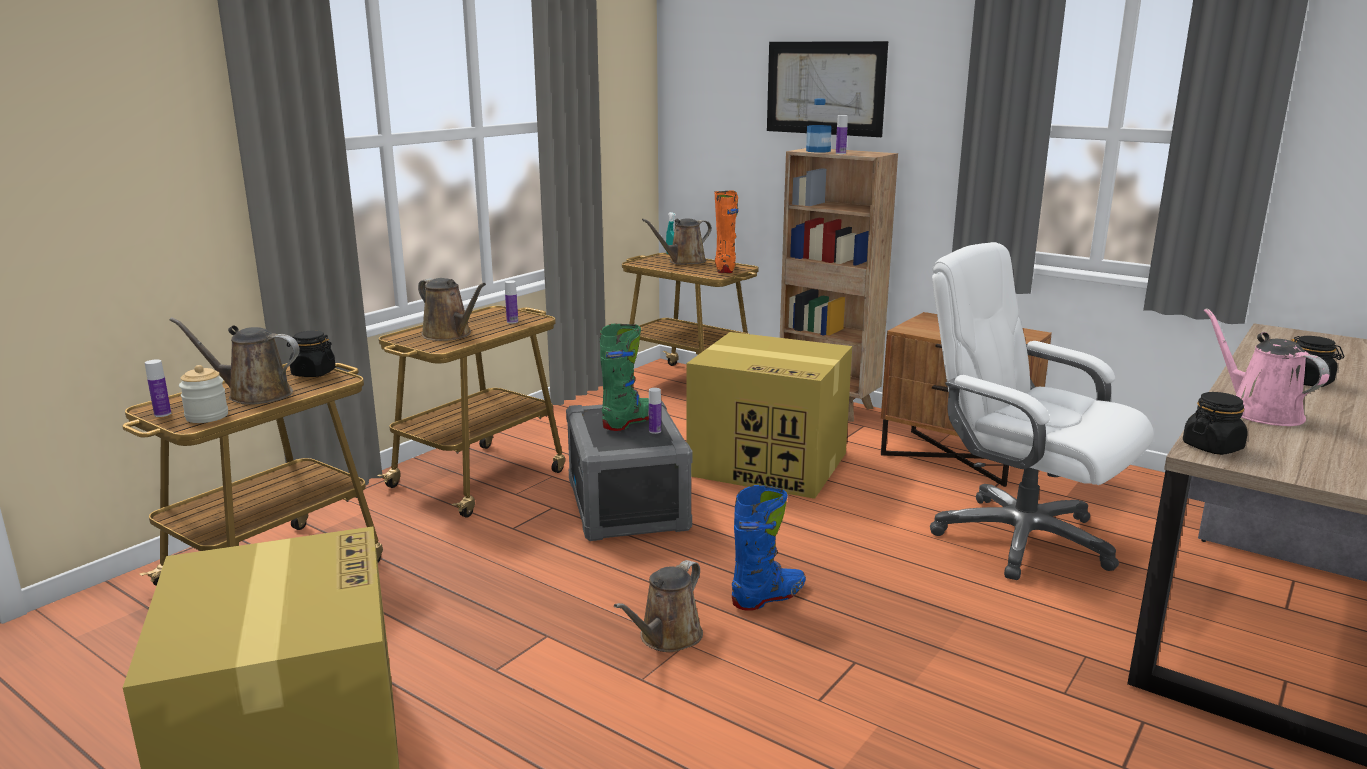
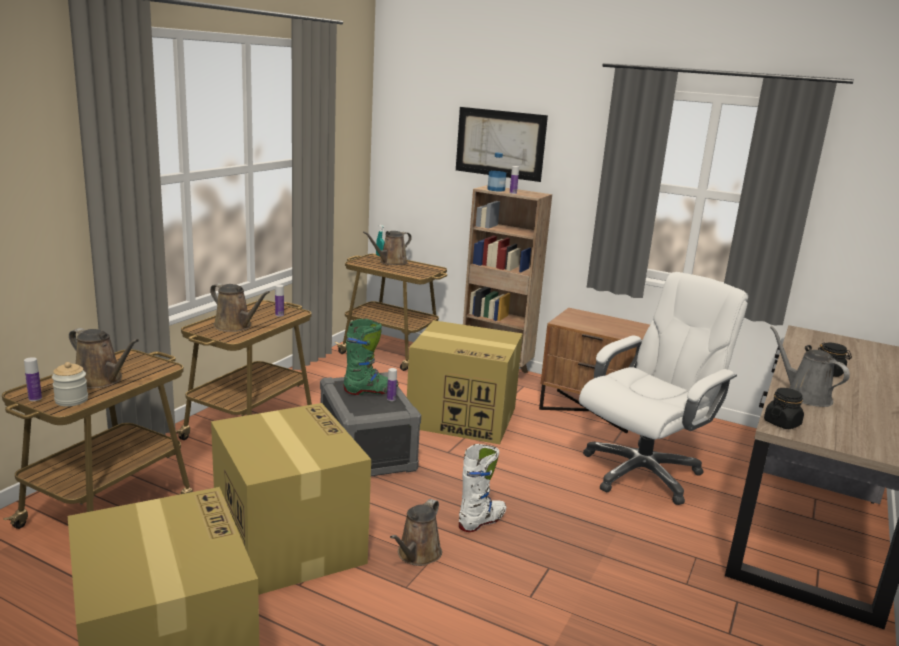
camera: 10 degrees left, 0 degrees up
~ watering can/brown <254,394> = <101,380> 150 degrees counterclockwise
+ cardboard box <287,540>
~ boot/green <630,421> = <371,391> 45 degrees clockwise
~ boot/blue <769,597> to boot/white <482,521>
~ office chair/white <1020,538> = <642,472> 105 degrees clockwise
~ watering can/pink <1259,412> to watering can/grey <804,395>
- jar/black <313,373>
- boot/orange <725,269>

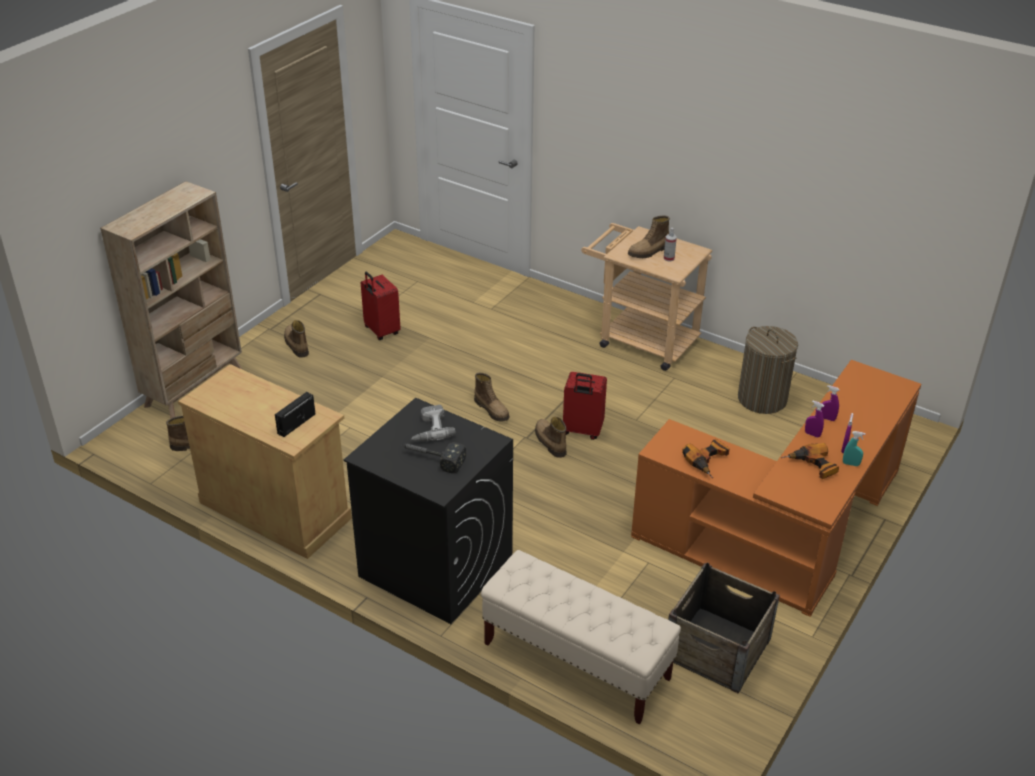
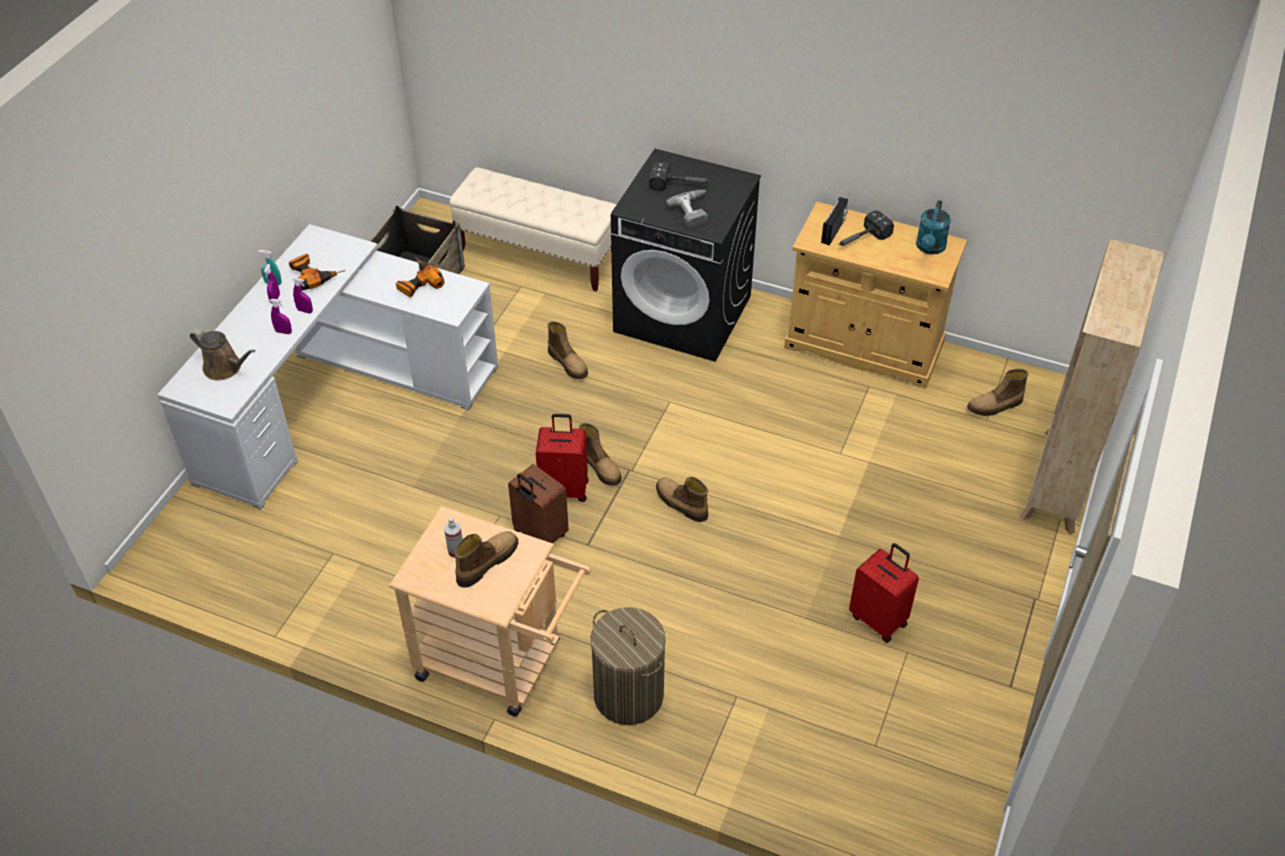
camera: 170 degrees right, 10 degrees up
~ desk/orange <784,530> to desk/white <338,395>
+ watering can/brown <225,368>
+ suitcase/brown <539,534>
~ boot <296,345> to <568,363>
~ laundry basket <762,399> to <628,695>
+ hammer <860,240>
+ watering can/turquoise <930,248>

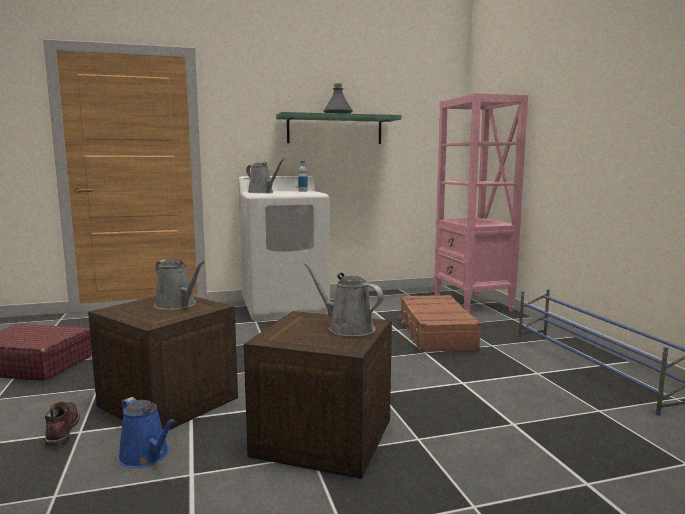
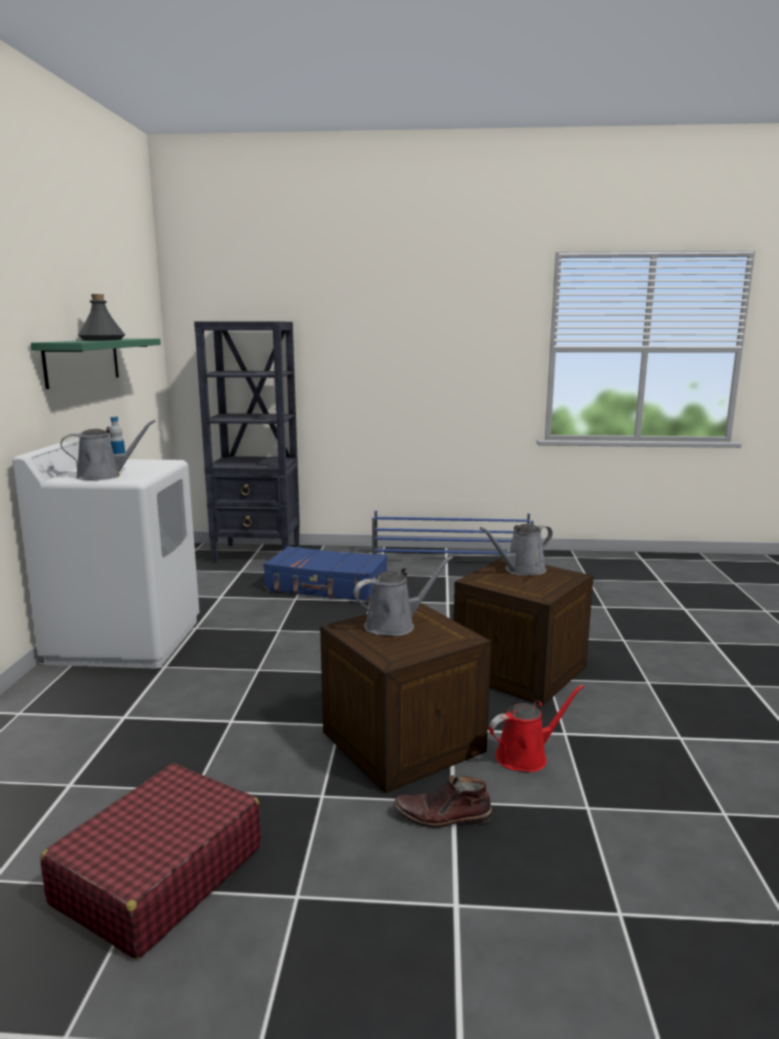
camera: 70 degrees left, 5 degrees up
~ bookcase/pink <472,304> to bookcase/black <258,554>
~ suitcase/brown <435,334> to suitcase/blue <327,586>
~ watering can/blue <146,456> to watering can/red <526,756>

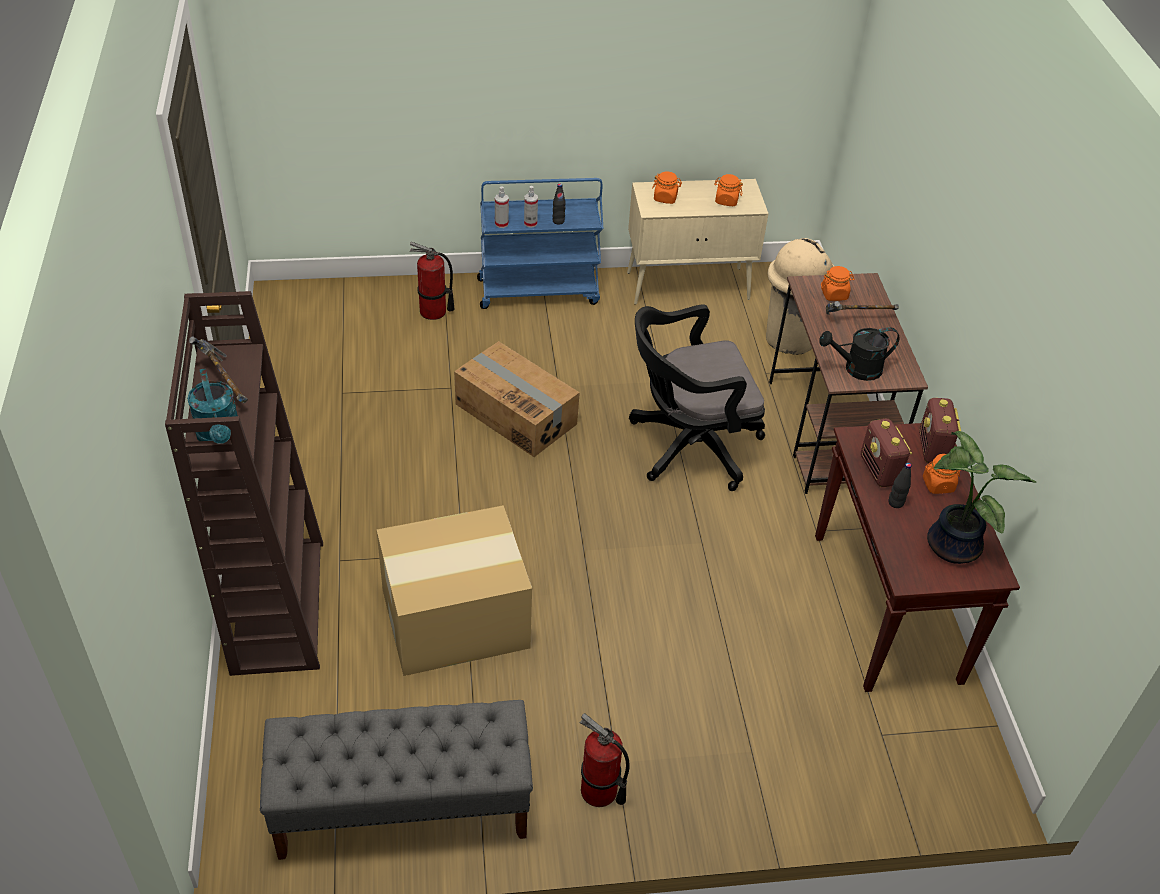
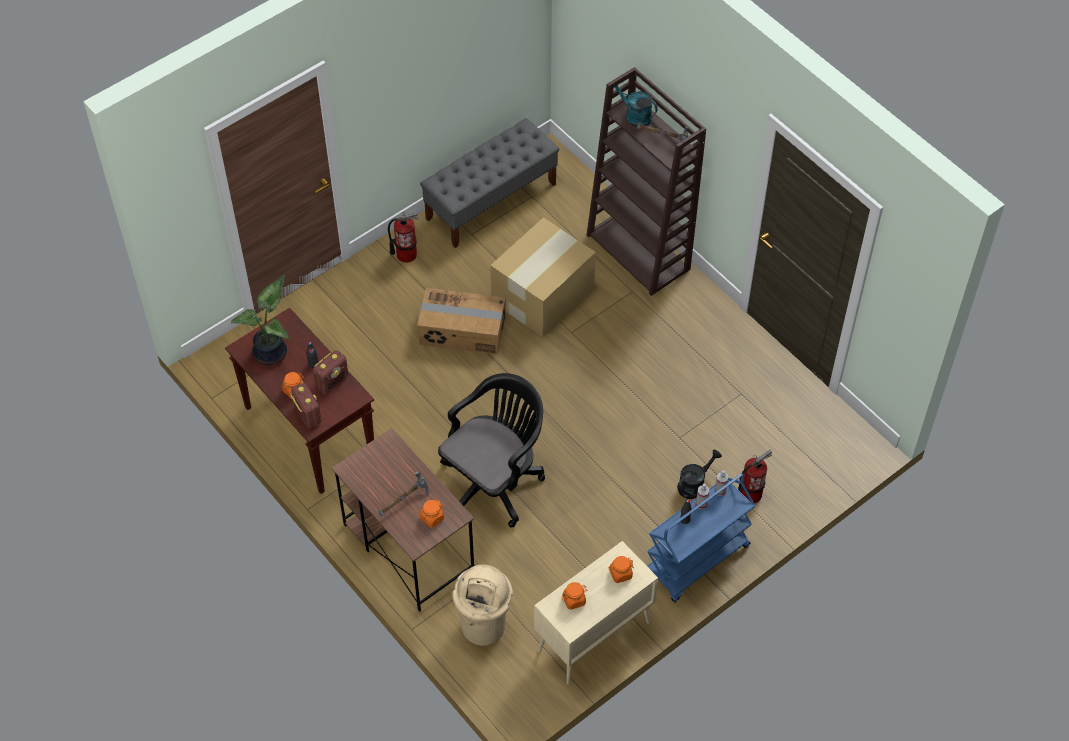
camera: 150 degrees right, 10 degrees up
~ radio <879,471> = <332,381> 90 degrees clockwise
~ cardboard box <516,413> to <462,331>
~ watering can/black <856,369> to <694,484>

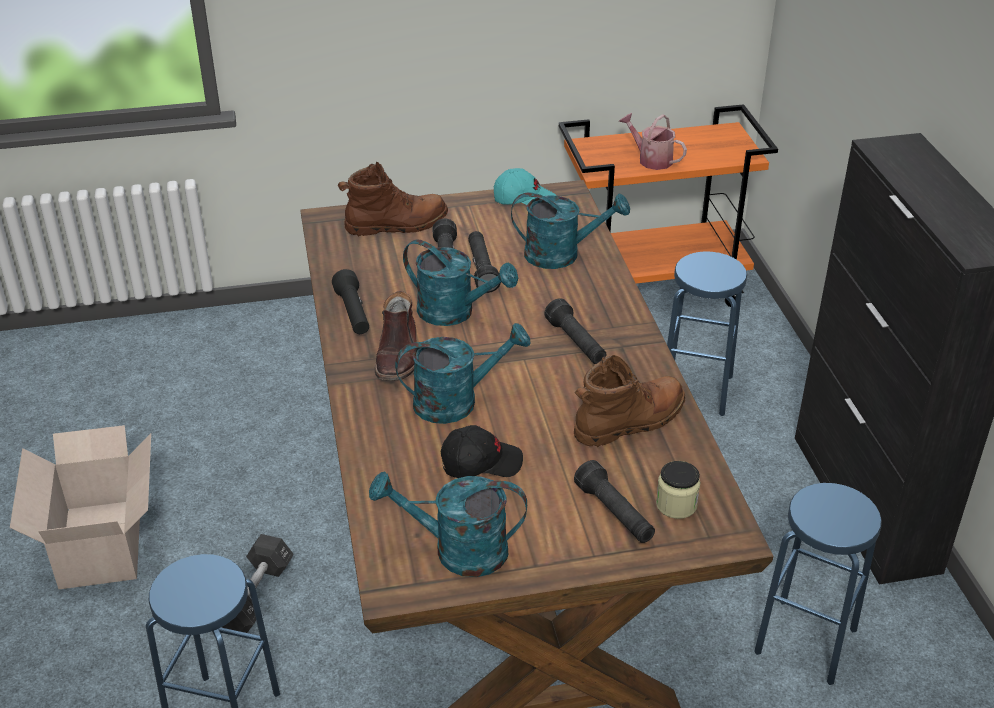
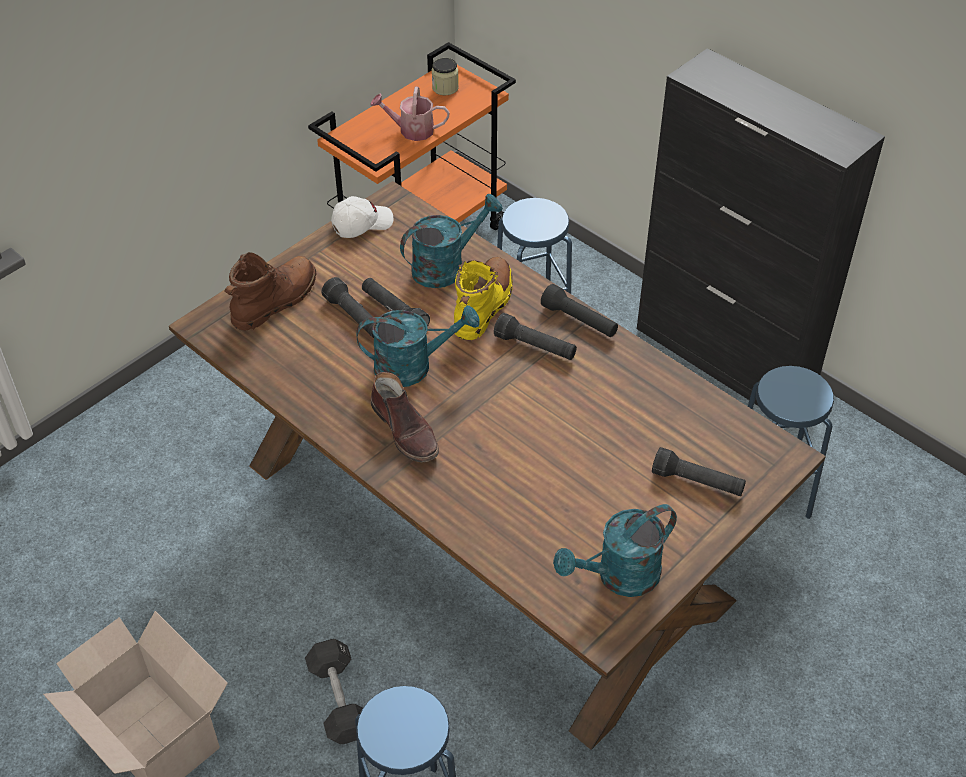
camera: 35 degrees left, 10 degrees up
~ cap/turquoise <524,199> to cap/white <362,224>
~ jar <676,505> to <445,88>
+ boot/yellow <483,306>
~ flashlight/black <353,313> to <579,321>
- watering can/turquoise <457,401>
- cap/black <480,463>
- boot/brown <630,421>

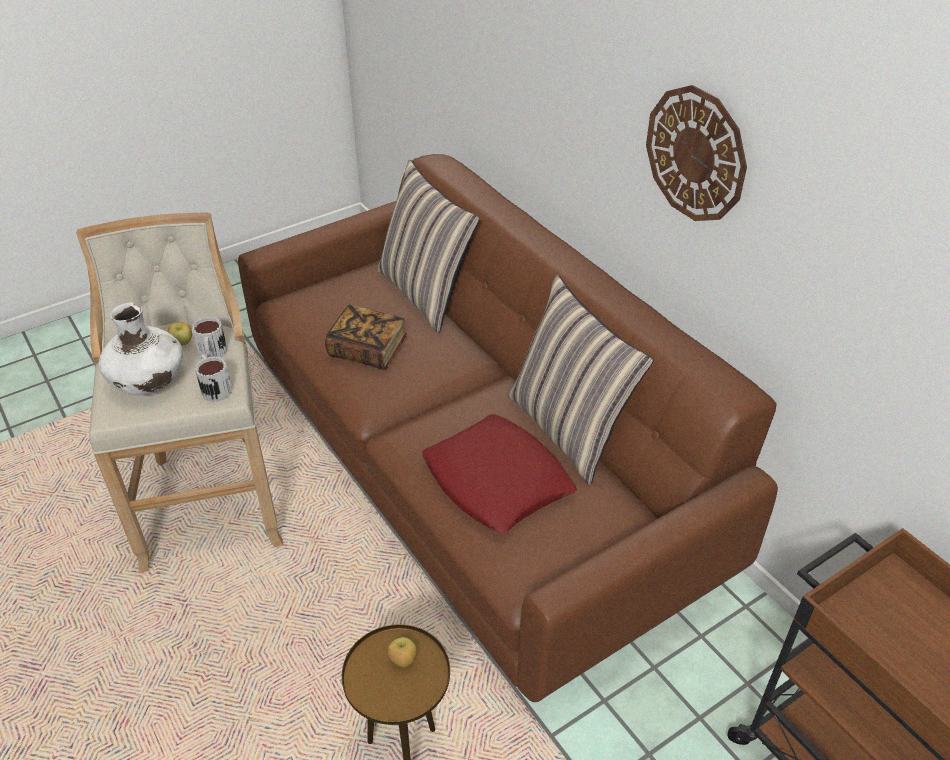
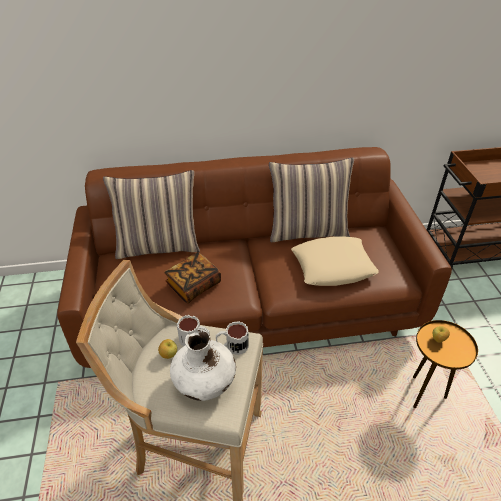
camera: 65 degrees left, 0 degrees up
~ pillow/red <497,481> to pillow/beige <333,266>
- wall clock <695,154>

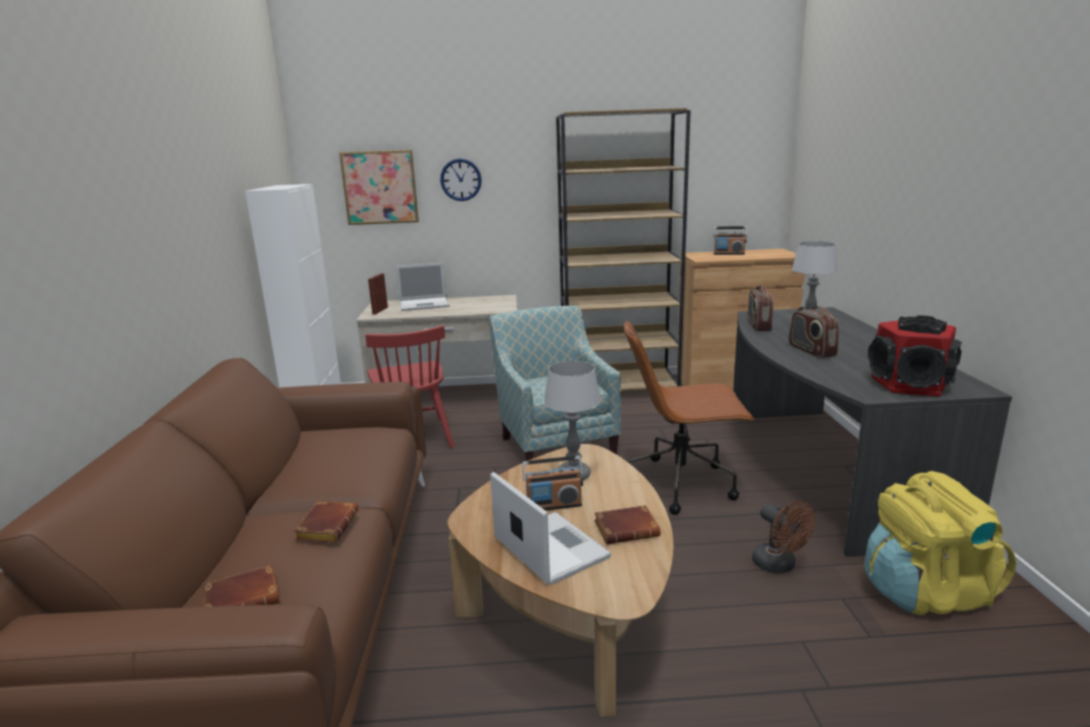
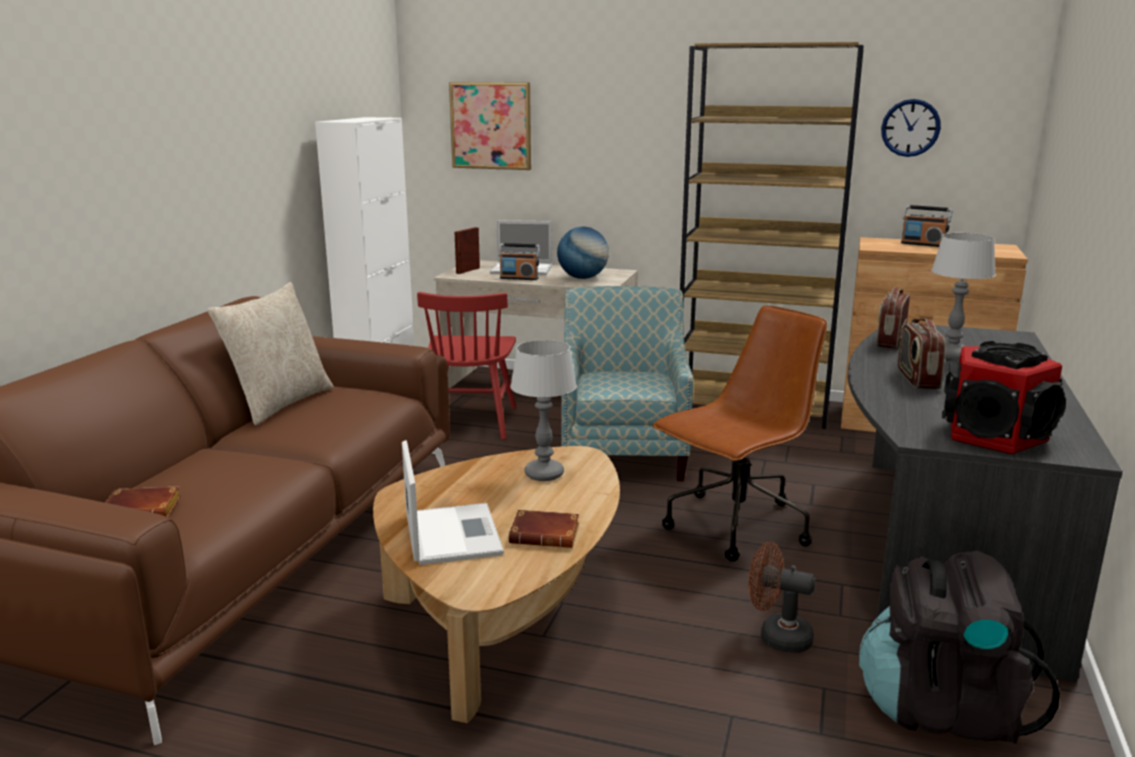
camera: 20 degrees right, 0 degrees up
+ pillow/beige <280,403>
~ radio <554,505> to <519,278>
+ globe <582,278>
~ office chair/brown <681,484> = <735,527> 120 degrees clockwise
~ fan/brown <779,566> = <776,637> 120 degrees clockwise
~ backpack/yellow <925,592> to backpack/black <942,709>
~ wall clock <461,180> to <910,128>
- book/brown <326,526>

